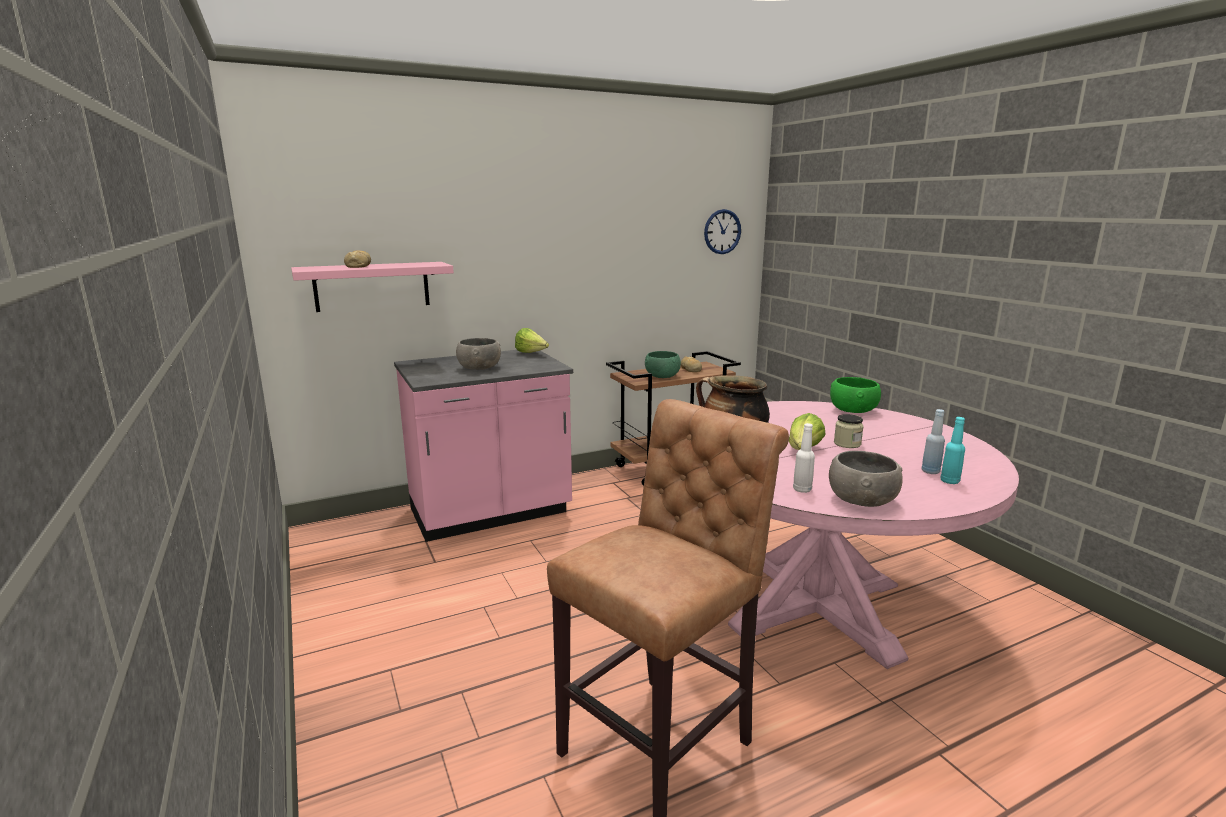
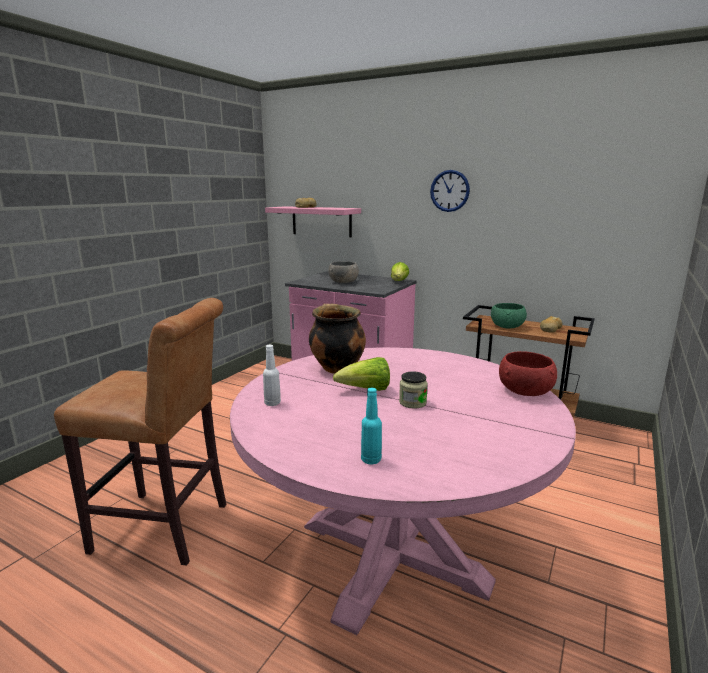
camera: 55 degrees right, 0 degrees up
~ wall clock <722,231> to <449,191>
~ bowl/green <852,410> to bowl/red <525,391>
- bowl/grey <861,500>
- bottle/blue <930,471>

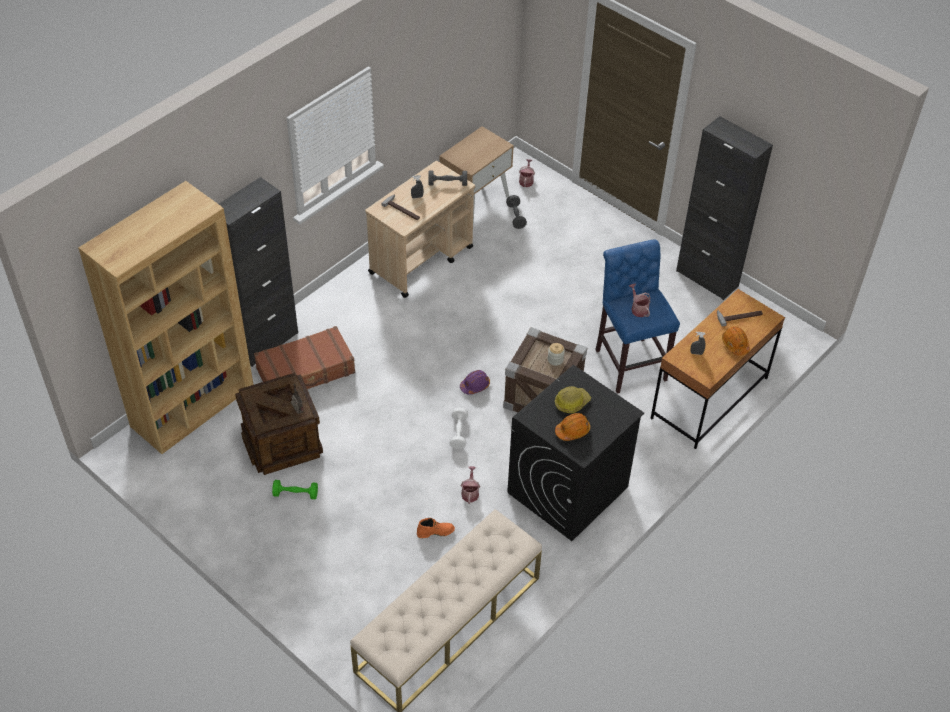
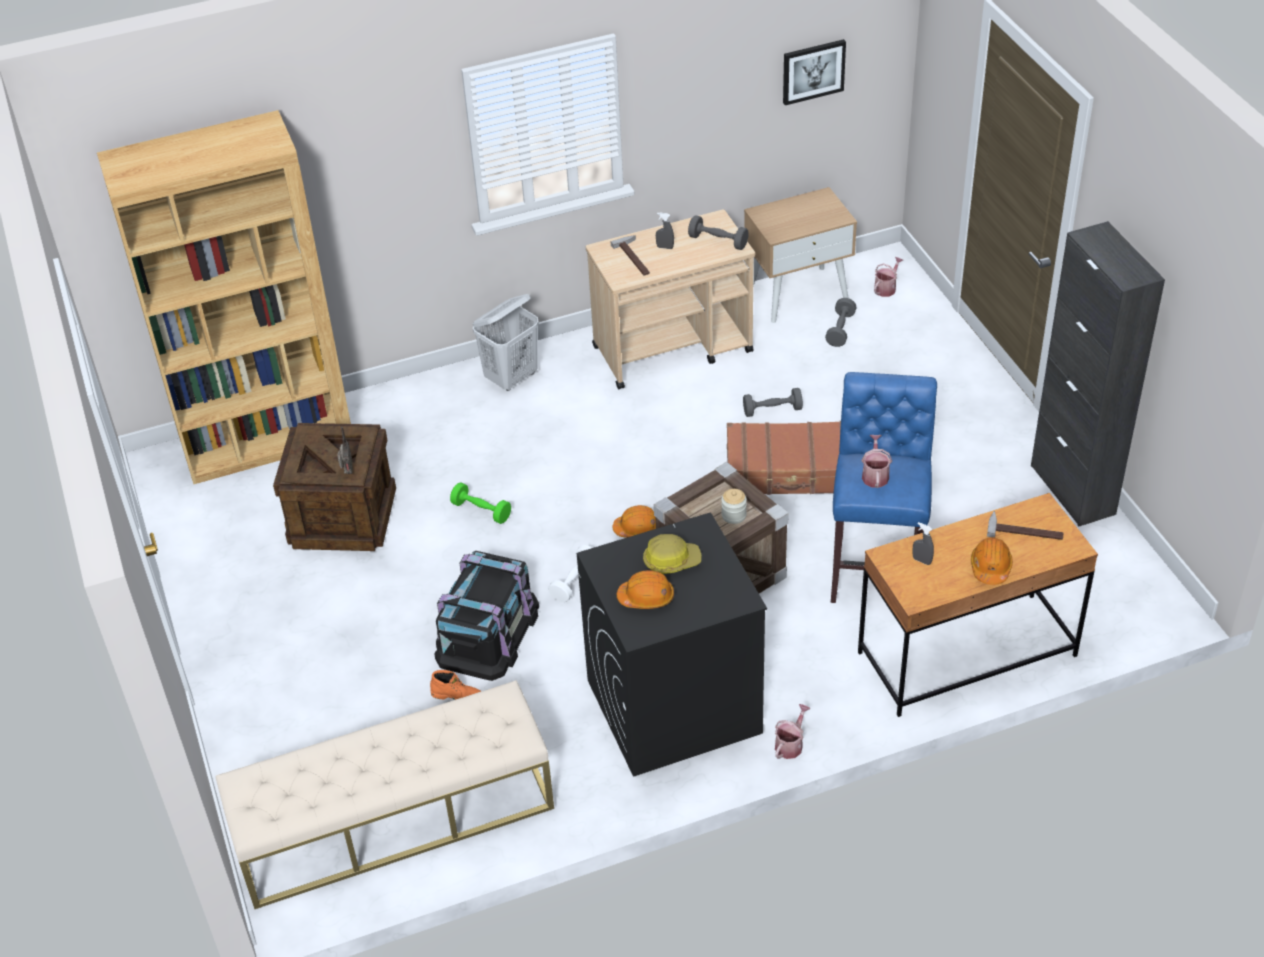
camera: 30 degrees right, 5 degrees down
+ storage box/black <487,632>
~ dumbbell/green <295,494> to <481,511>
+ laundry basket/white <512,377>
~ hard hat/purple <475,385> to hard hat/orange <637,528>
~ suitcase/brown <306,371> to <792,471>
+ dumbbell/grey <772,410>
~ watering can <470,492> to <790,744>
+ picture <813,71>
- cabinet/black <266,342>

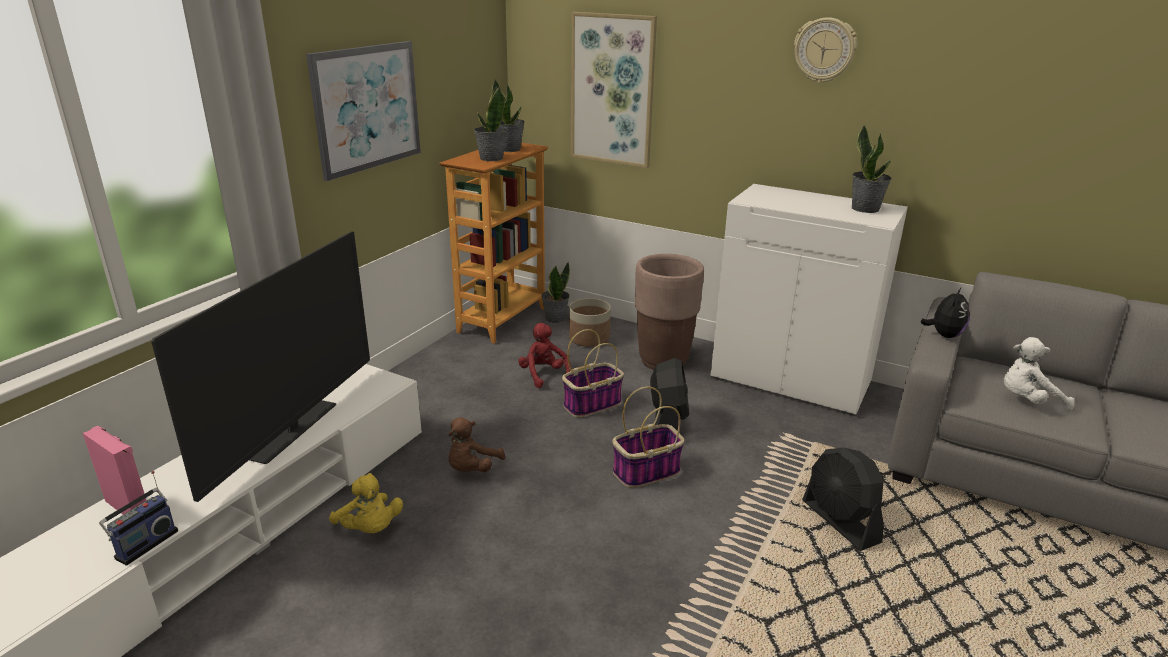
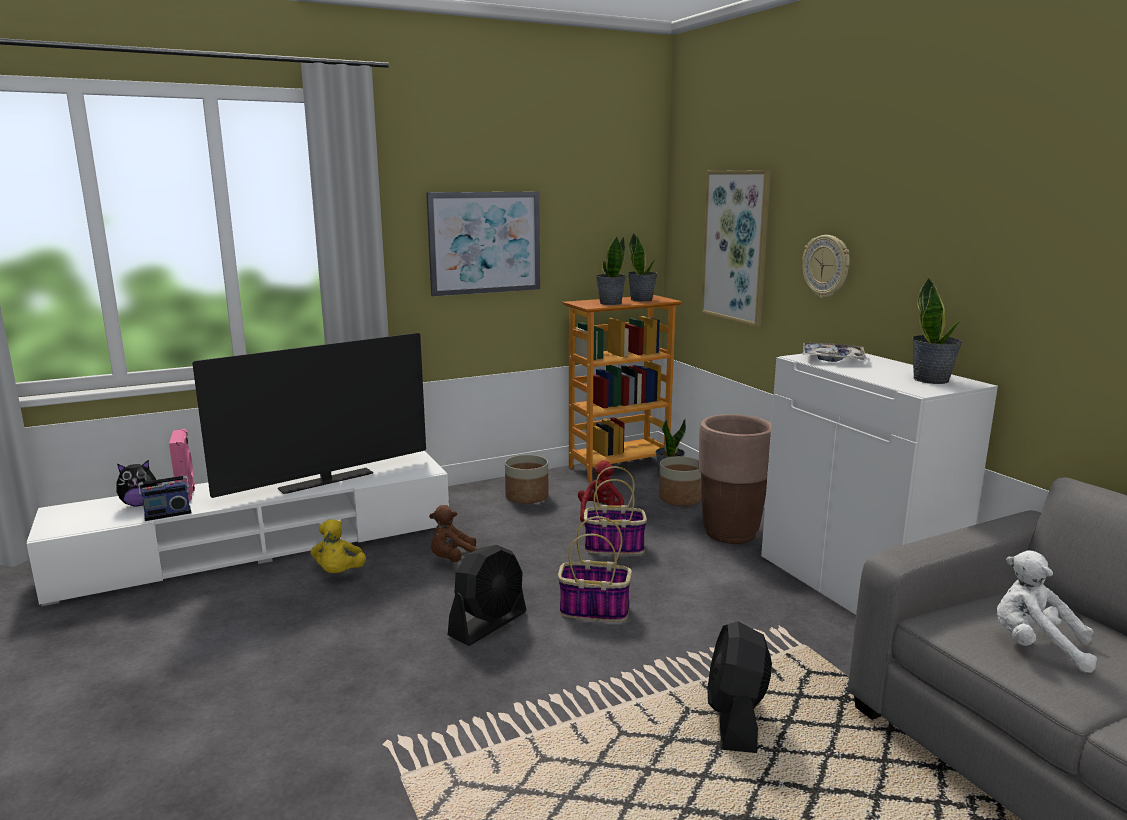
camera: 35 degrees right, 10 degrees down
~ plush toy <944,335> to <140,504>
~ fan/black <668,423> to <488,624>
+ planter <527,496>
~ wall clock <824,50> to <826,266>
+ tray <832,359>

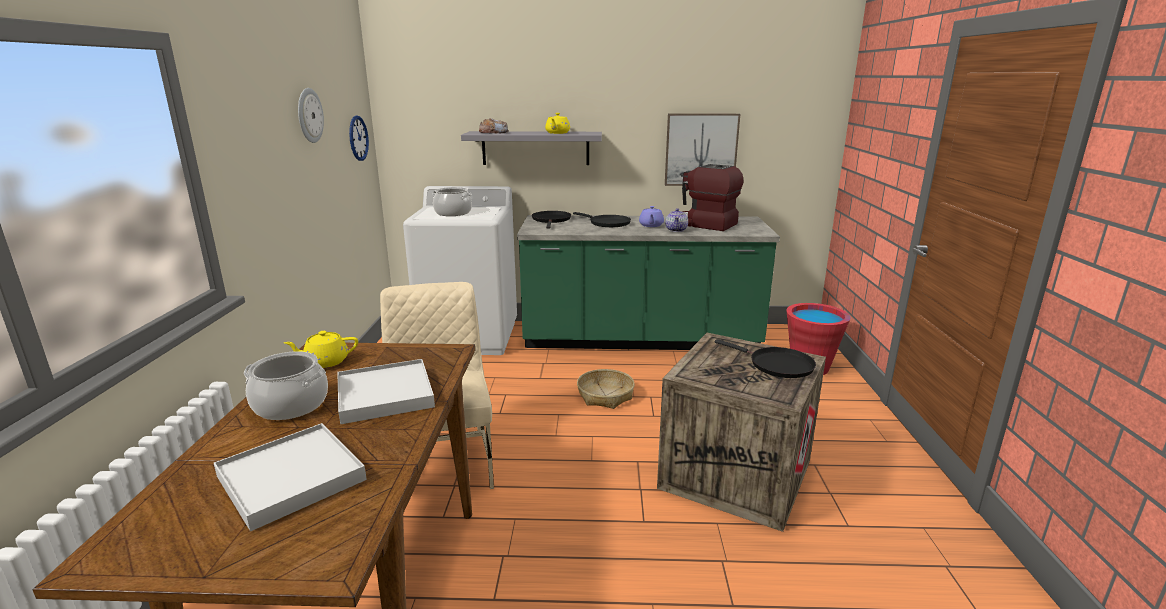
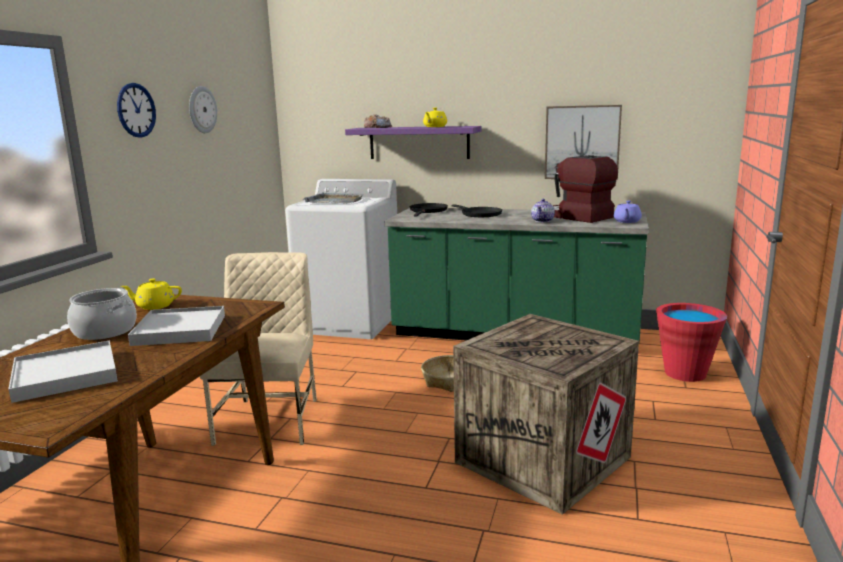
camera: 15 degrees right, 5 degrees down
~ wall clock <358,138> to <136,110>
~ cooking pot <453,213> to tray/grey <334,201>
~ shelf/grey <535,148> to shelf/purple <419,142>
~ teapot/purple <651,225> to <627,221>
- frying pan/black <777,365>

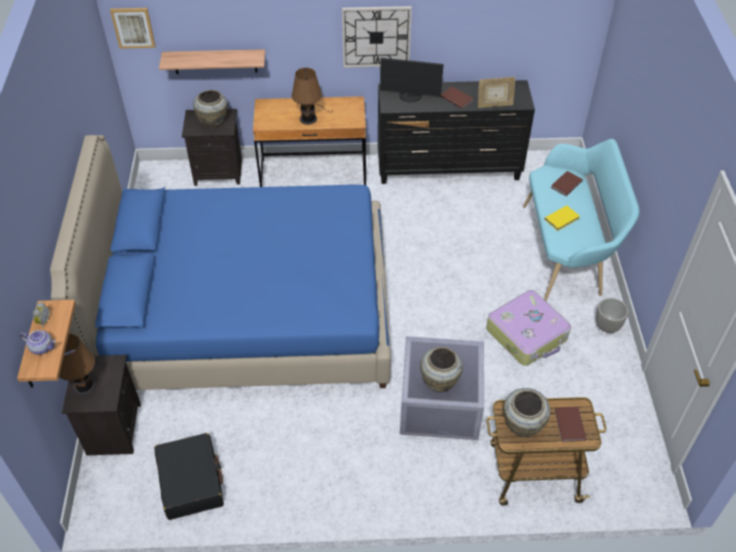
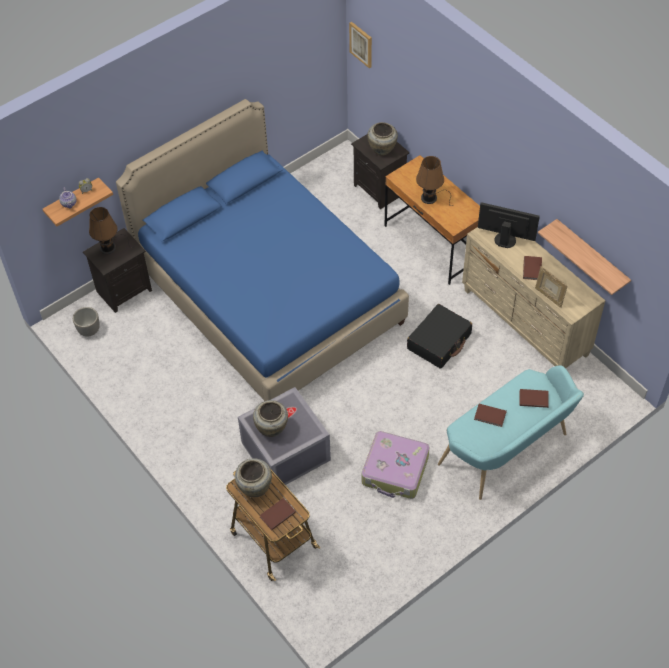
camera: 55 degrees right, 5 degrees up
~ planter <607,326> to <89,331>
~ suitcase/black <191,481> to <439,341>
~ dresser/black <449,169> to dresser/beige <525,323>
~ book/yellow <562,219> to book/brown <490,416>
~ monitor <410,96> = <505,239> 135 degrees clockwise
~ shelf <215,61> to <591,257>
- wall clock <376,36>

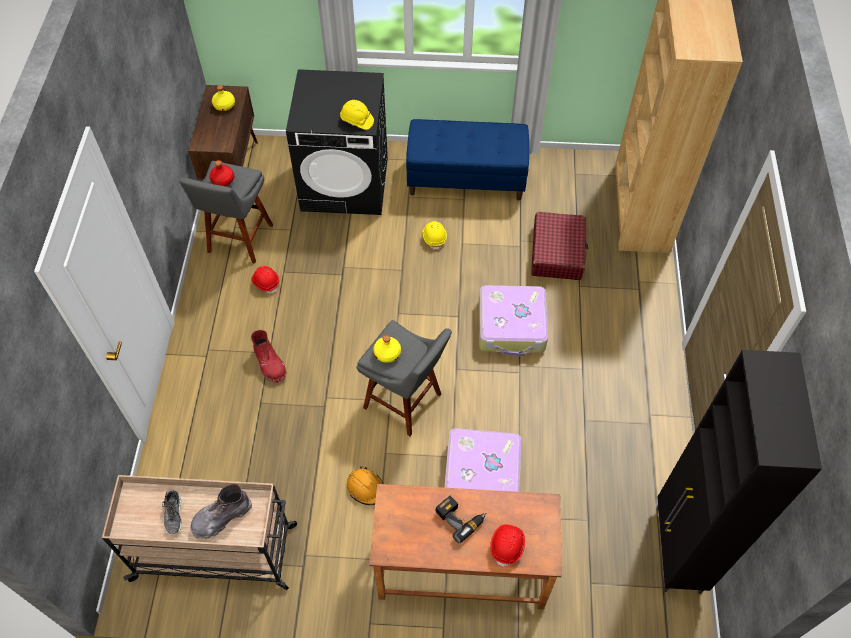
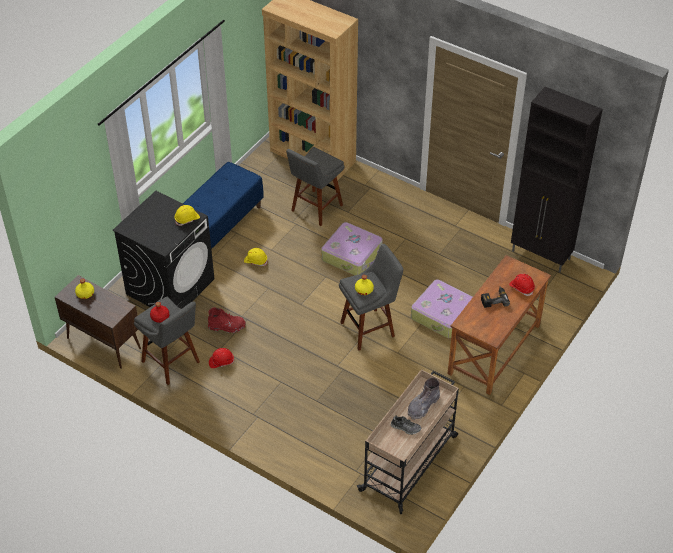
camera: 60 degrees left, 10 degrees down
~ boot/red <270,364> to <227,326>
~ suitcase/red <557,252> to stool/grey <315,209>
~ boot/grey <221,517> = <423,406> 45 degrees clockwise
- hard hat/orange <366,488>

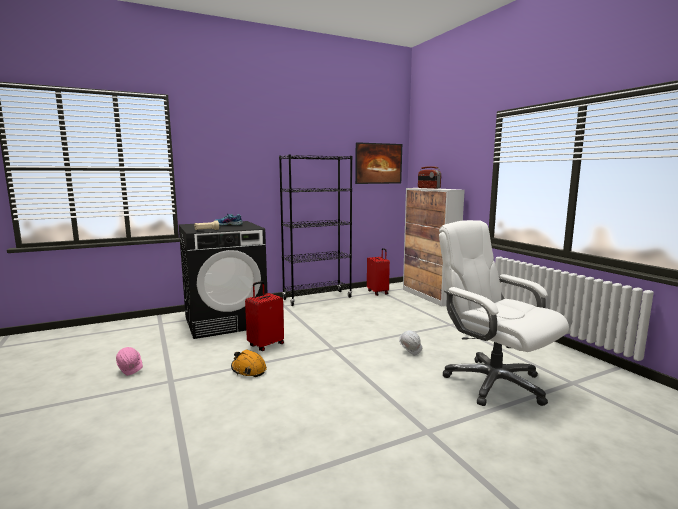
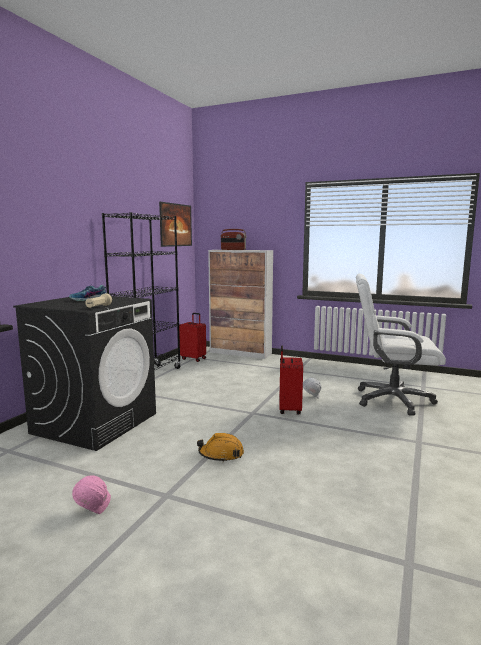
camera: 40 degrees left, 0 degrees up
~ suitcase/red <265,345> to <289,410>

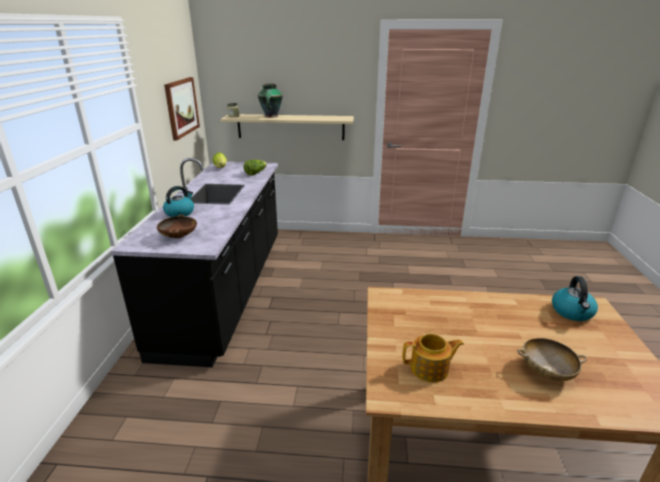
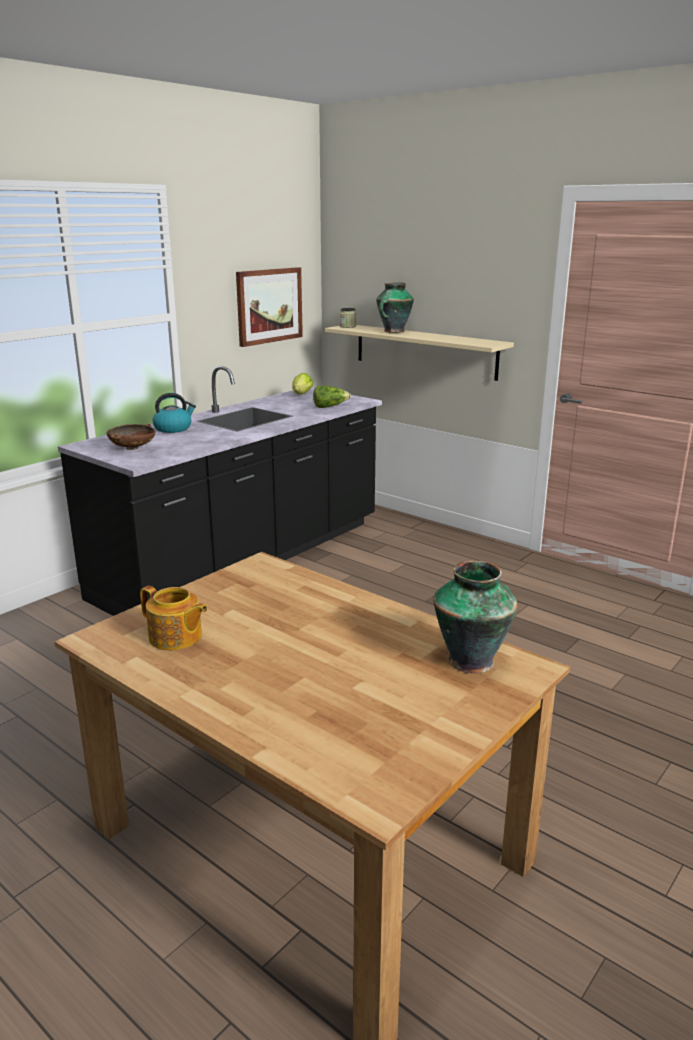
camera: 35 degrees right, 5 degrees down
~ kettle <572,312> to vase <472,660>
- bowl/beige <546,371>

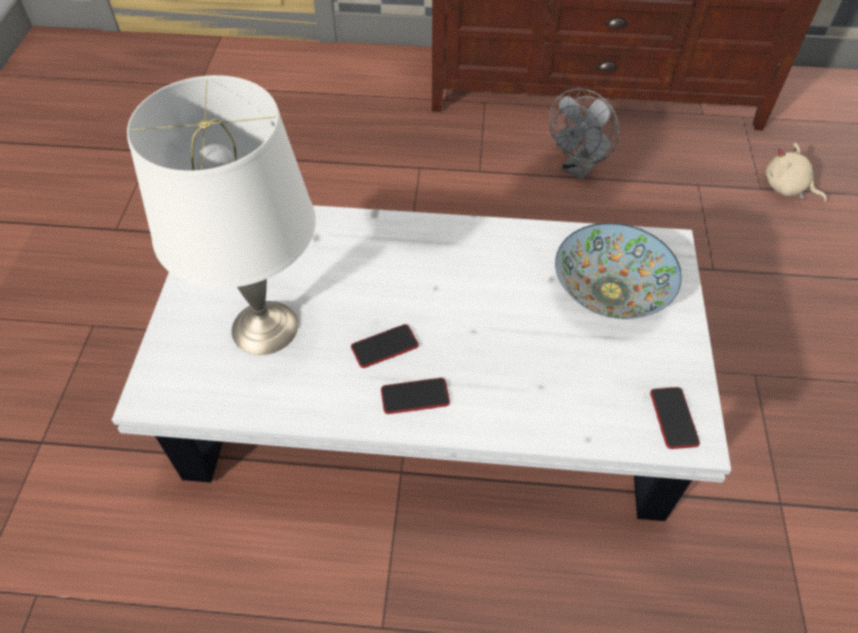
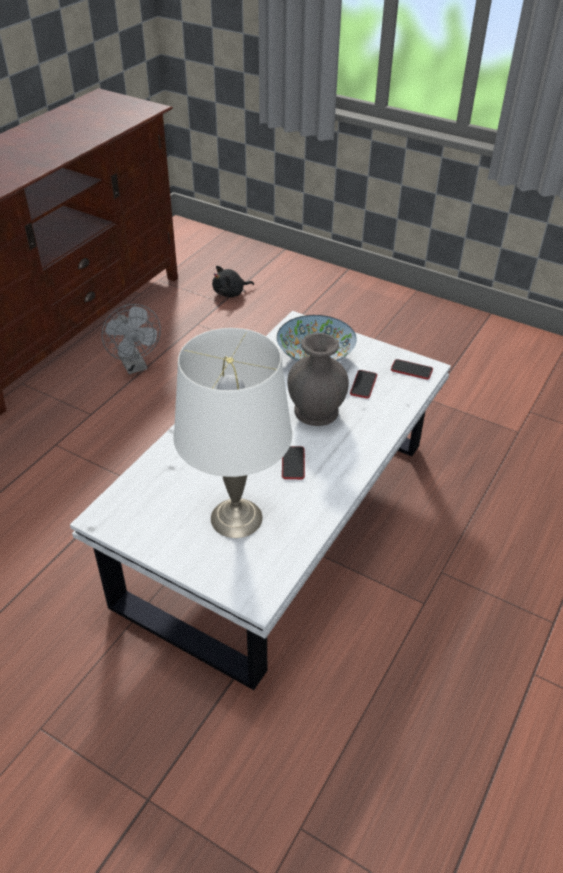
camera: 65 degrees left, 10 degrees down
~ plush toy/beige <787,188> to plush toy/black <230,293>
+ vase/grey <317,412>
~ phone <415,396> to <363,385>

